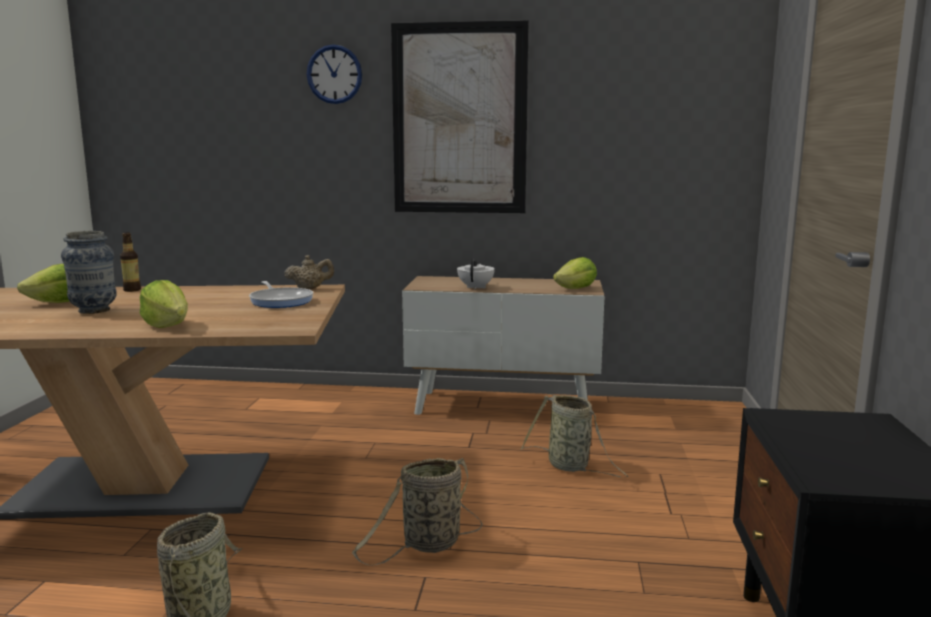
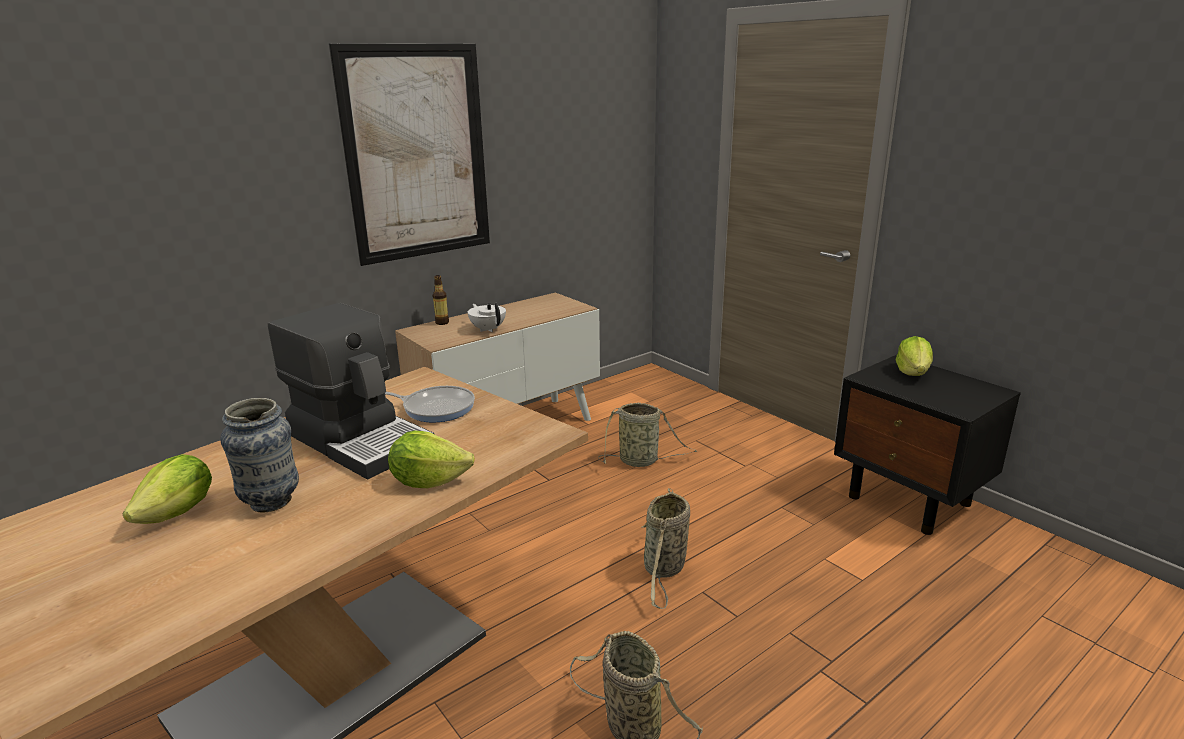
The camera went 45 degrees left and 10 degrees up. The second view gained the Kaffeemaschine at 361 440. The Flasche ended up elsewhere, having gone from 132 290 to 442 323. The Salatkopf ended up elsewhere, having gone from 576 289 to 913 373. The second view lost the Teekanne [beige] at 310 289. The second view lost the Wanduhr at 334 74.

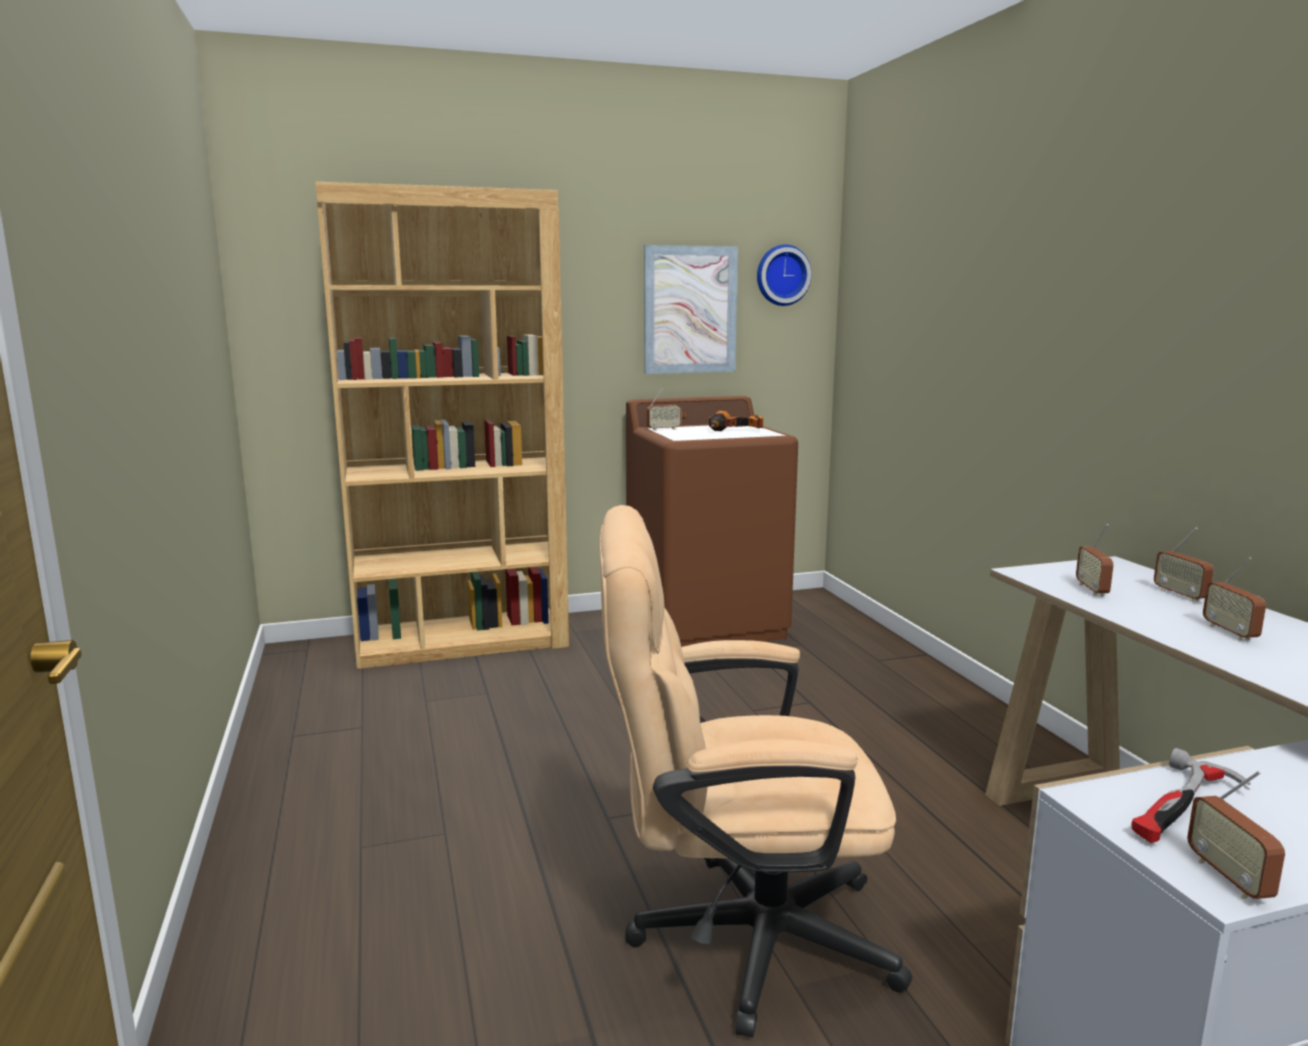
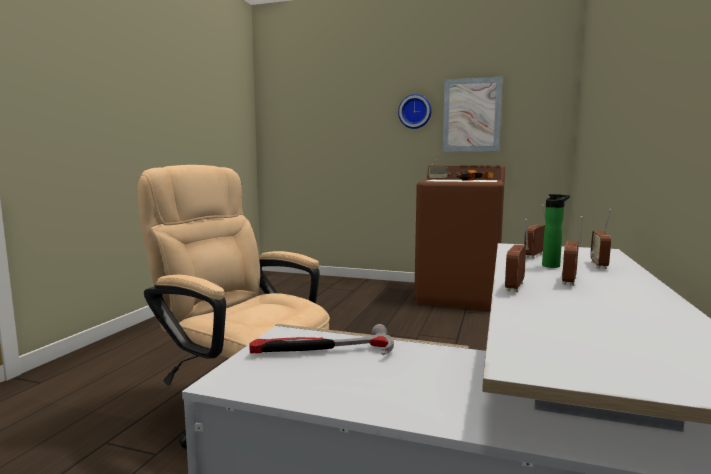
The camera went 35 degrees right and 5 degrees down. The Wanduhr ended up elsewhere, having gone from 781 275 to 415 111. The Radio ended up elsewhere, having gone from 1228 878 to 515 287. The second view gained the Flasche at 552 265. The second view lost the Bücherregal [braun] at 462 642.

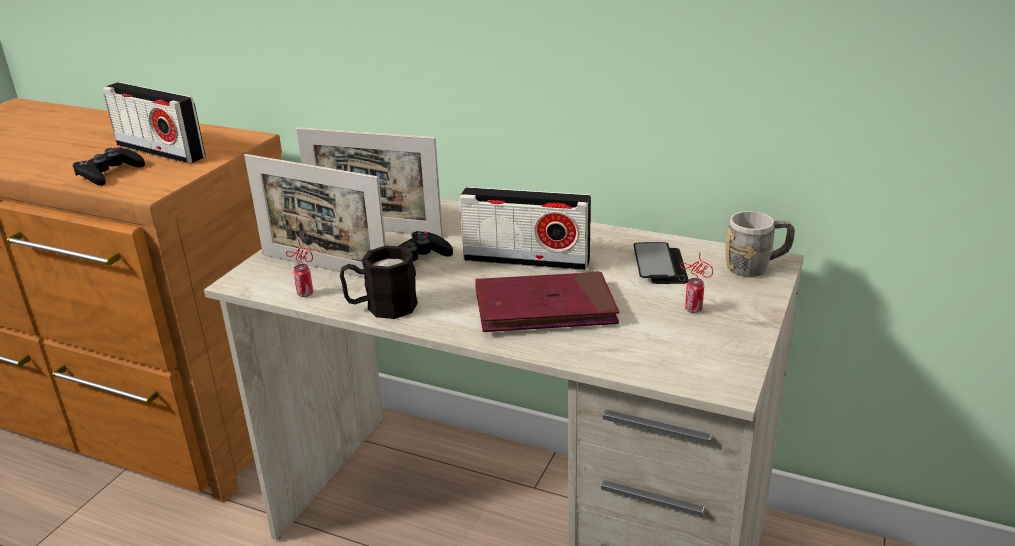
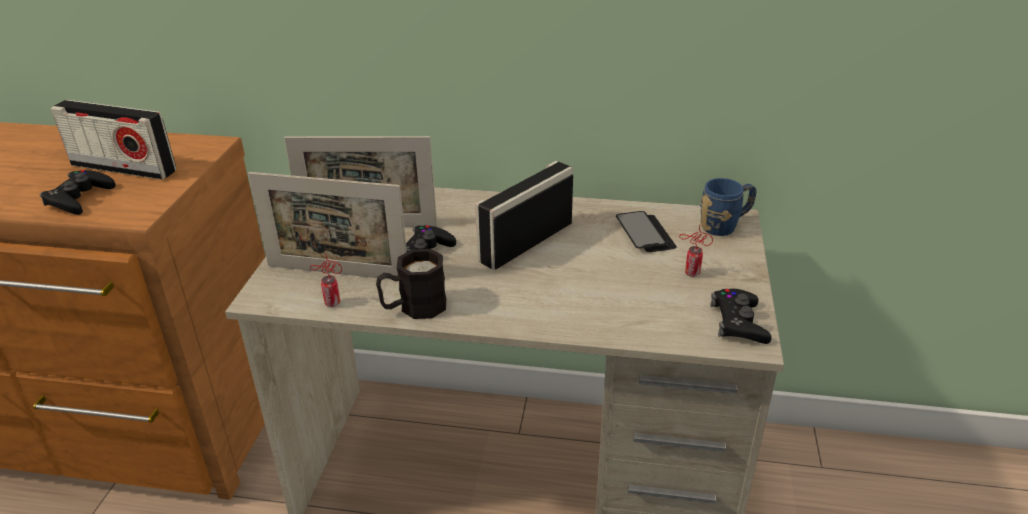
The camera went 15 degrees left and 5 degrees up. The Radio at 526 260 ended up facing another way, 135 degrees clockwise from before. What was the Henkelbecher [grau] at 756 267 turned into the Henkelbecher [blau] at 725 225. The second view gained the Gamepad [schwarz] at 738 322. The second view lost the Buch [rot] at 545 308.

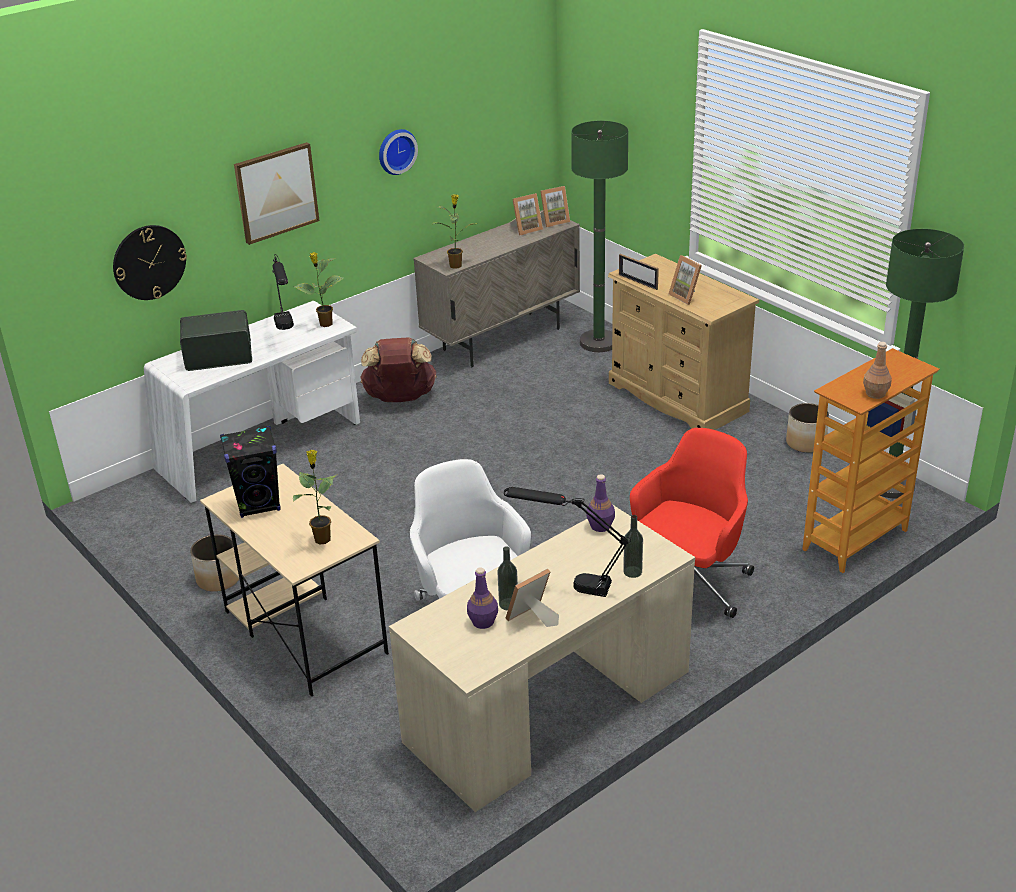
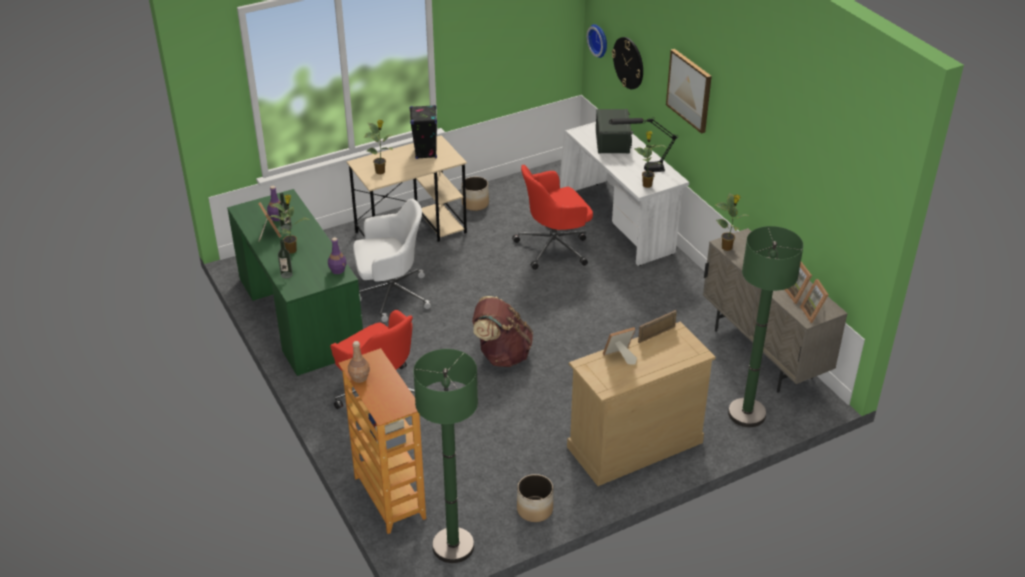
The camera went 100 degrees right and 5 degrees up. What was the Schreibtisch [beige] at 547 706 turned into the Schreibtisch [grün] at 300 314. Where the Tischlampe [schwarz] stood at 567 582, the Topfpflanze came to stand at 292 250. The Rucksack [braun] ended up elsewhere, having gone from 400 398 to 502 355. The second view gained the Bürostuhl [rot] at 554 247. The Wanduhr ended up elsewhere, having gone from 395 151 to 599 40.

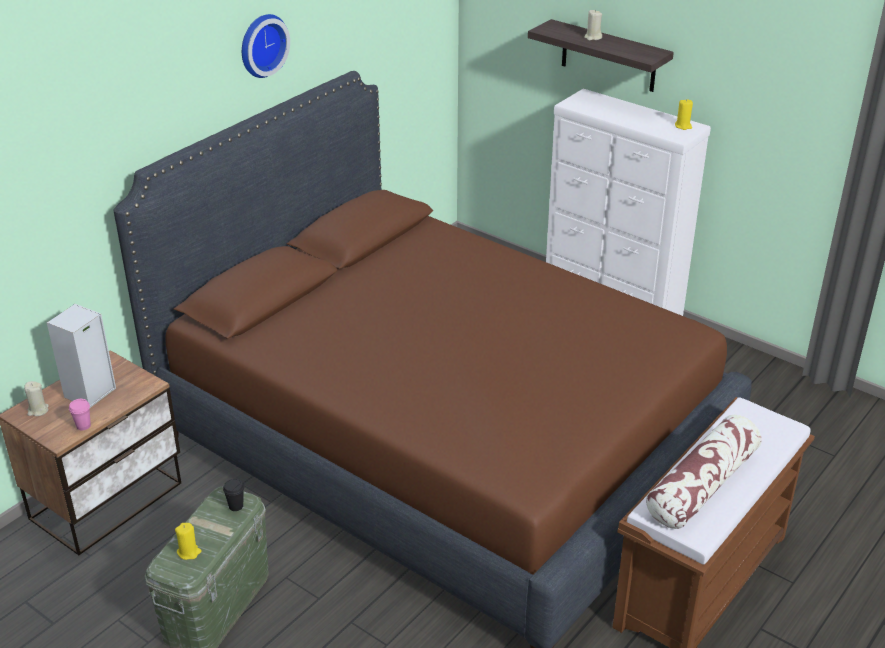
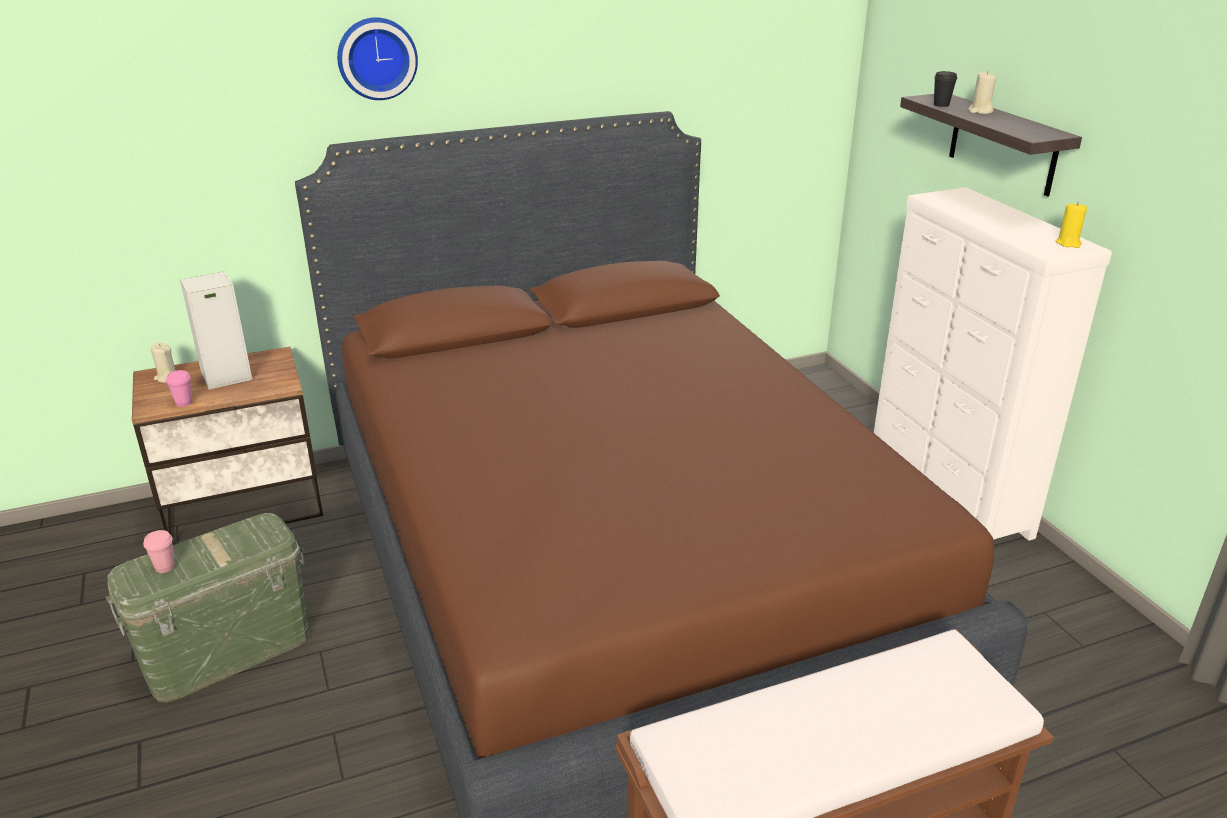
The camera went 30 degrees right and 5 degrees down. Where the Kerze [gelb] stood at 189 552, the Tasse [rosa] came to stand at 165 567. The Wanduhr ended up elsewhere, having gone from 261 44 to 376 58. The Tasse [schwarz] ended up elsewhere, having gone from 236 506 to 941 105. The second view lost the Kissen at 702 485.

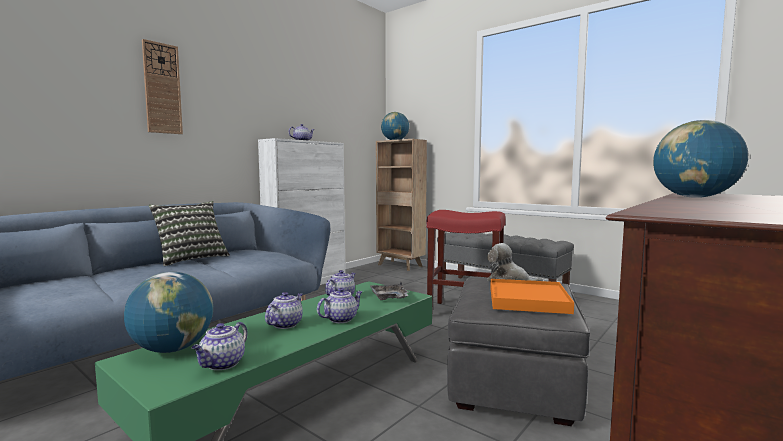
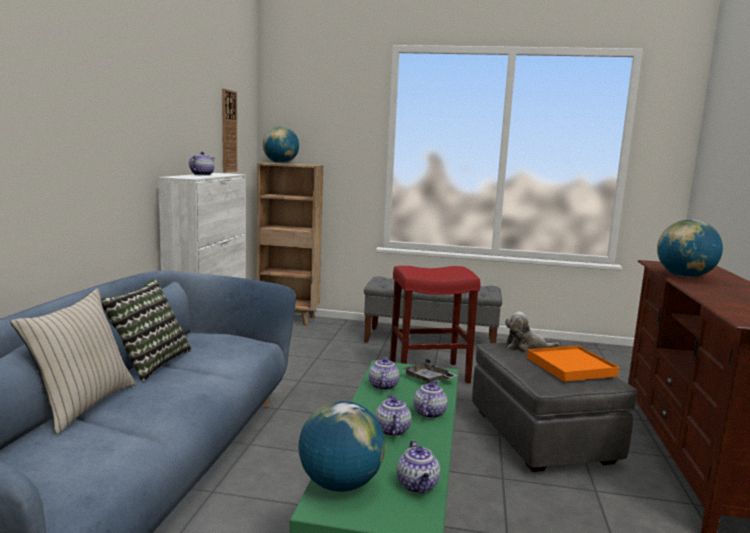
The camera went 30 degrees left and 5 degrees up. The second view gained the Kissen [beige] at 82 405. The Wanduhr ended up elsewhere, having gone from 162 88 to 228 131.

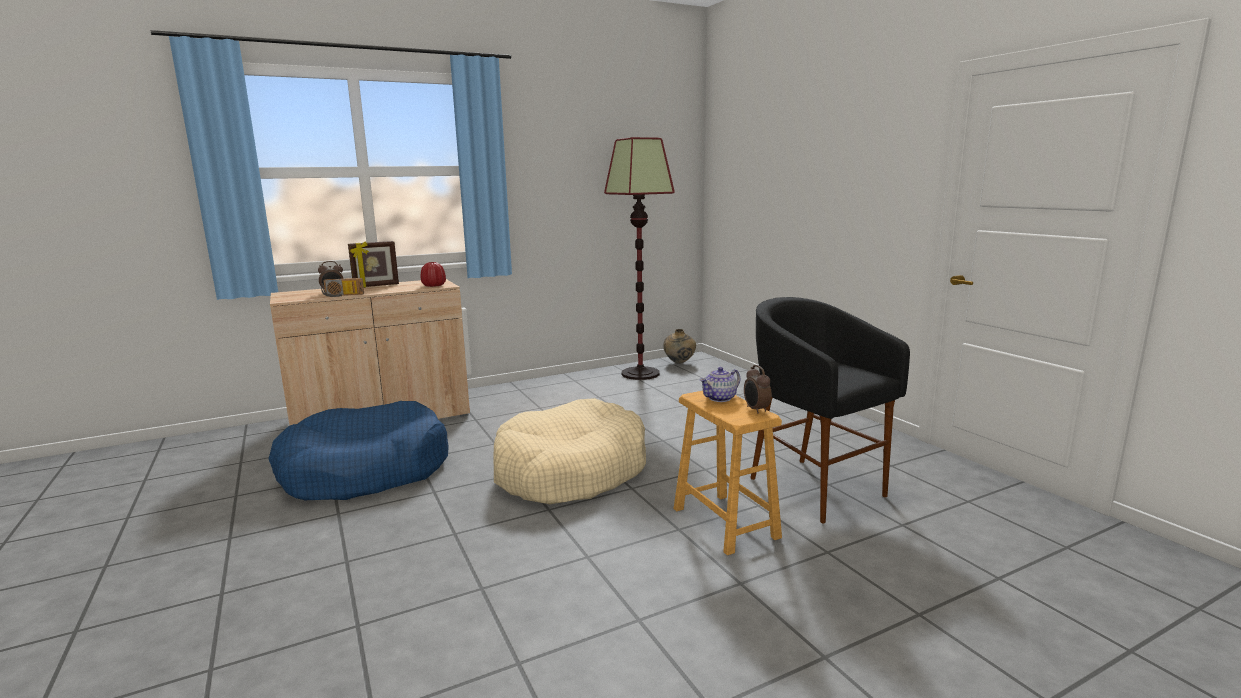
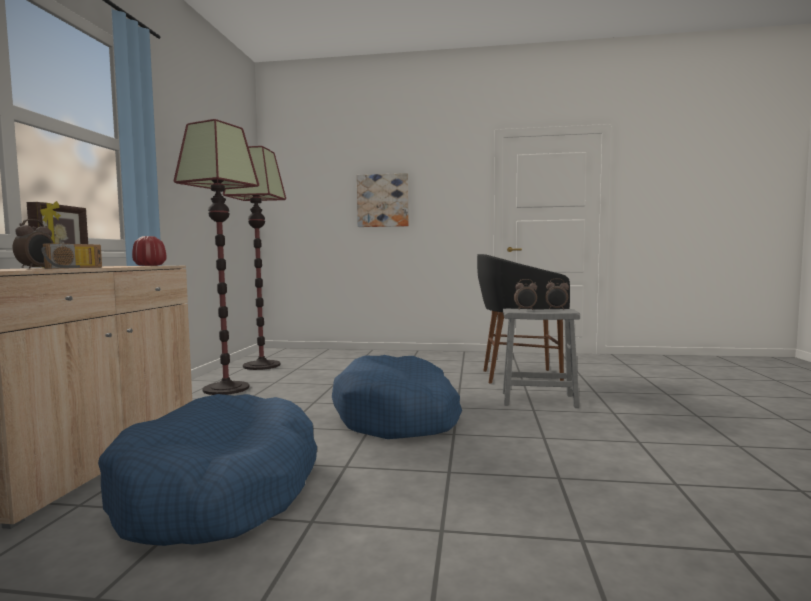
The camera went 55 degrees left and 10 degrees down. The second view gained the Stehlampe at 226 388. What was the Hundebett [beige] at 570 471 turned into the Hundebett [blau] at 398 416. The second view gained the Bild at 383 200. What was the Hocker [braun] at 725 523 turned into the Hocker [grau] at 538 400. Where the Teekanne stood at 720 398, the Wecker came to stand at 525 309. The second view lost the Vase [beige] at 679 363.

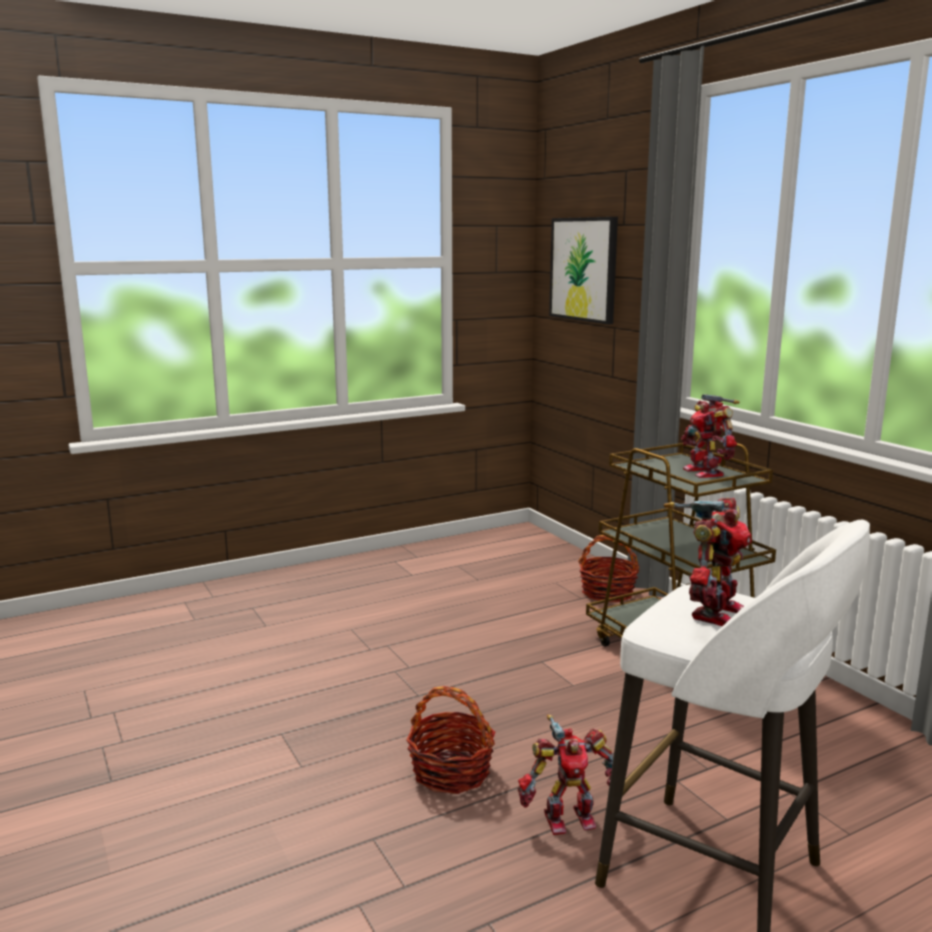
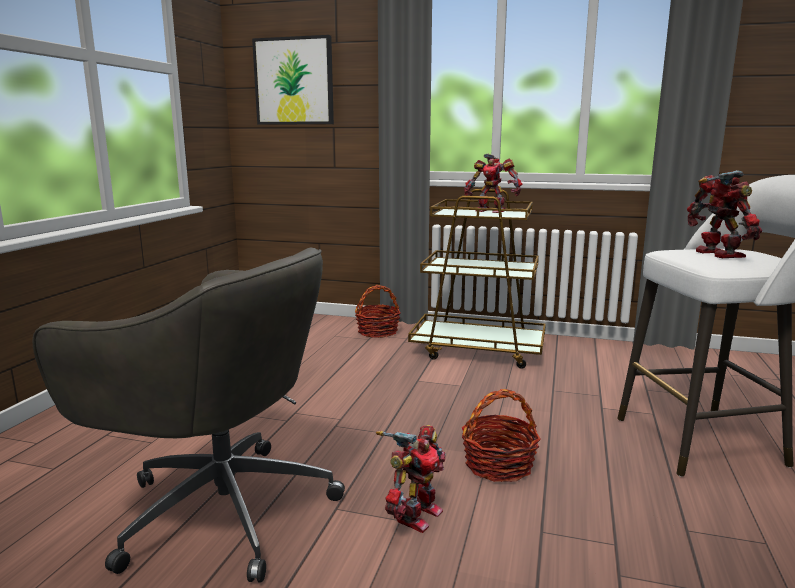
The camera went 45 degrees left and 0 degrees up. The second view gained the Bürostuhl [grau] at 220 508. The Spielzeugroboter ended up elsewhere, having gone from 567 817 to 416 515.

